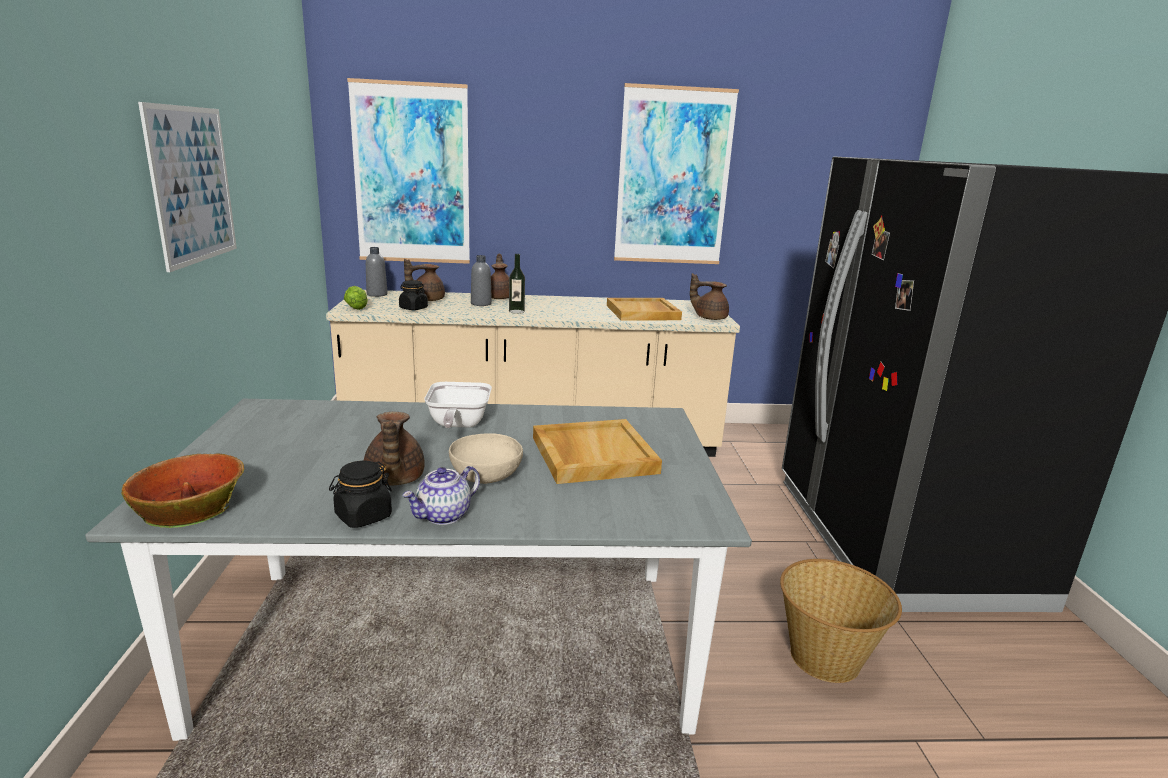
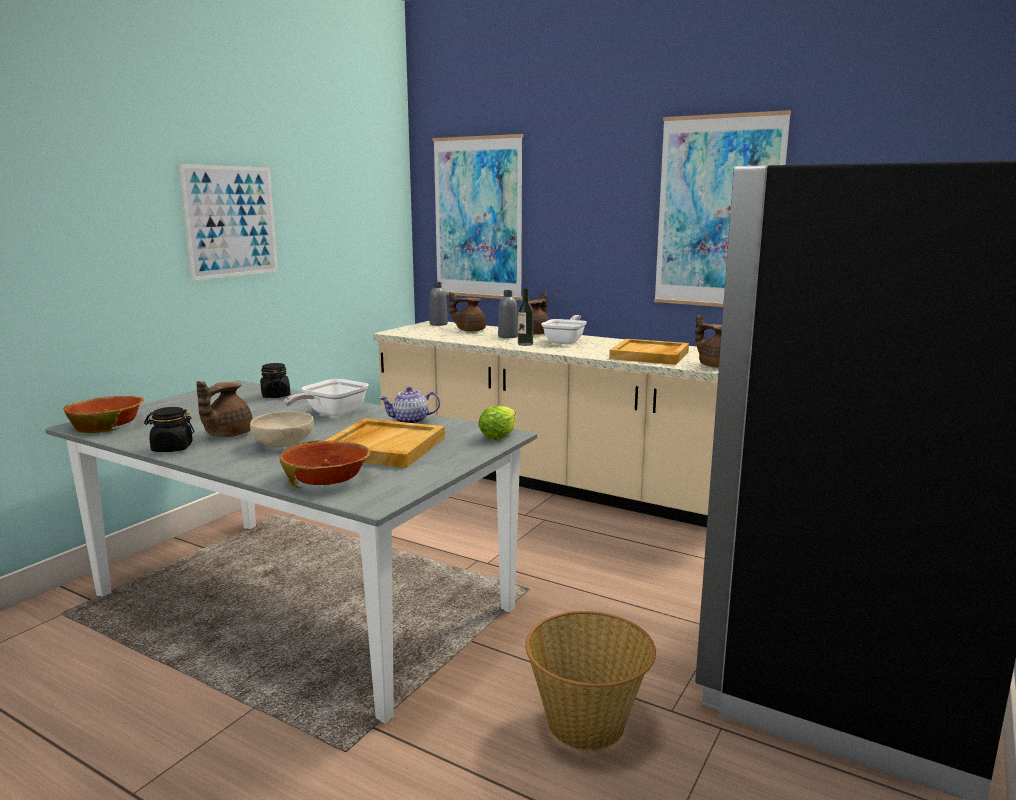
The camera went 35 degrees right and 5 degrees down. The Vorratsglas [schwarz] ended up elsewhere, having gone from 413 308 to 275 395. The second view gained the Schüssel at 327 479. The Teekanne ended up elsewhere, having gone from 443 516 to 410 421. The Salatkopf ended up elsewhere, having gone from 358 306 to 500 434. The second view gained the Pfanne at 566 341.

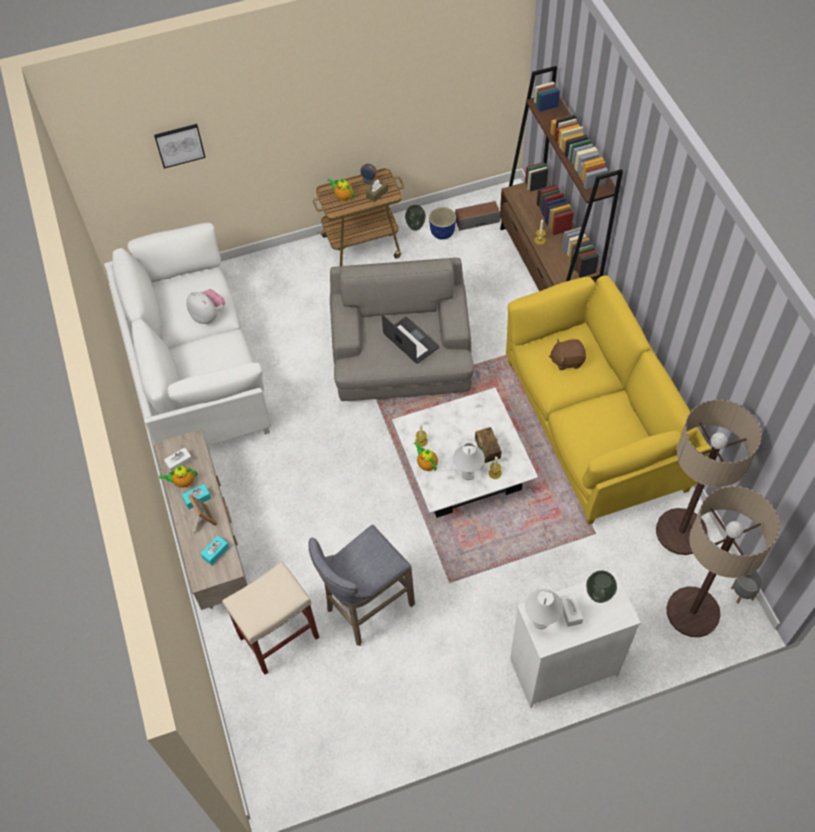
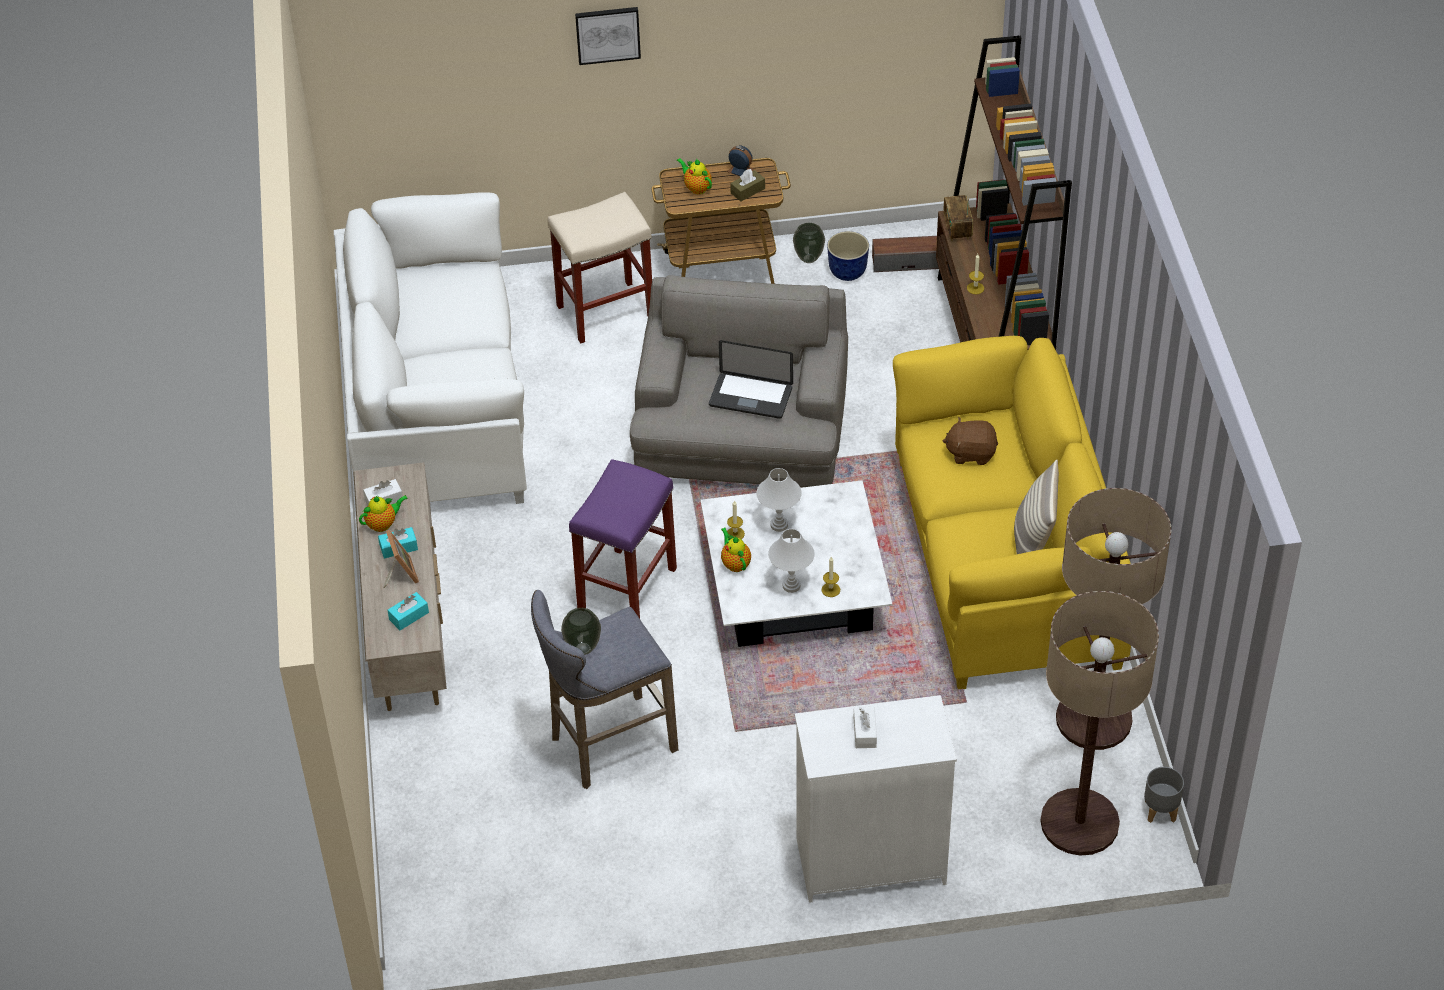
The camera went 10 degrees right and 10 degrees down. The Teekanne at 183 482 ended up facing another way, 150 degrees clockwise from before. The Hocker [beige] ended up elsewhere, having gone from 279 636 to 606 311. The Vase ended up elsewhere, having gone from 598 595 to 582 649. The second view gained the Hocker [lila] at 627 587. The Bild ended up elsewhere, having gone from 179 145 to 607 34. The Laptop at 411 341 ended up facing another way, 135 degrees clockwise from before. The Tischlampe [weiß] ended up elsewhere, having gone from 541 622 to 779 525. The Radio ended up elsewhere, having gone from 487 451 to 957 229. The second view gained the Kissen at 1033 541. The second view lost the Plüschtier at 208 315.

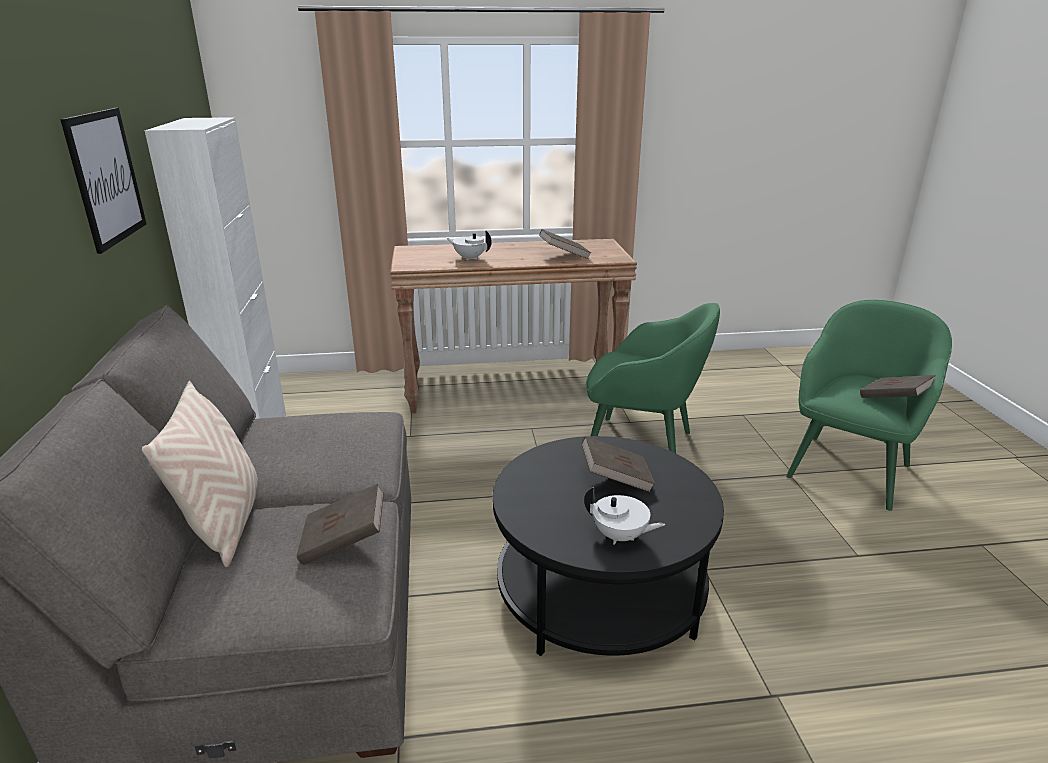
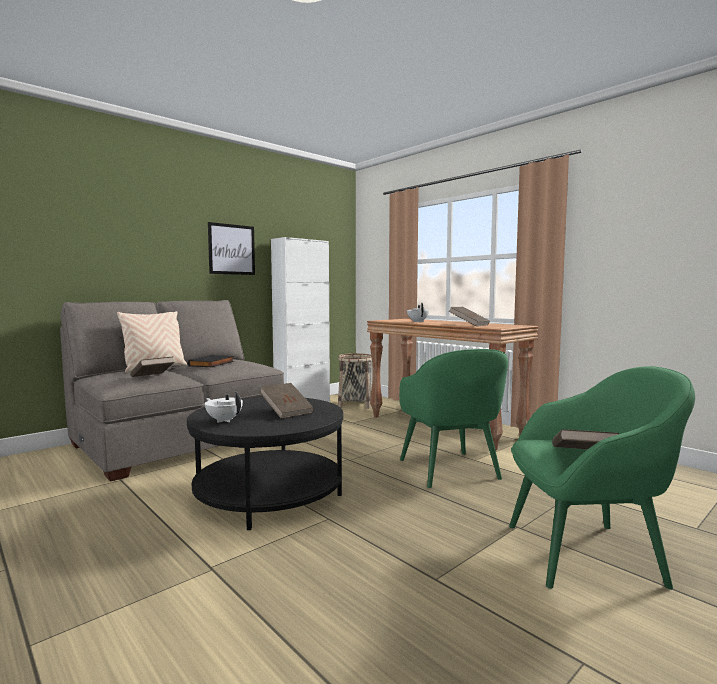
The camera went 55 degrees right and 20 degrees down. The second view gained the Buch [schwarz] at 212 364. The Teekanne [weiß] at 620 536 ended up facing another way, 135 degrees clockwise from before. The second view gained the Korb at 355 404.

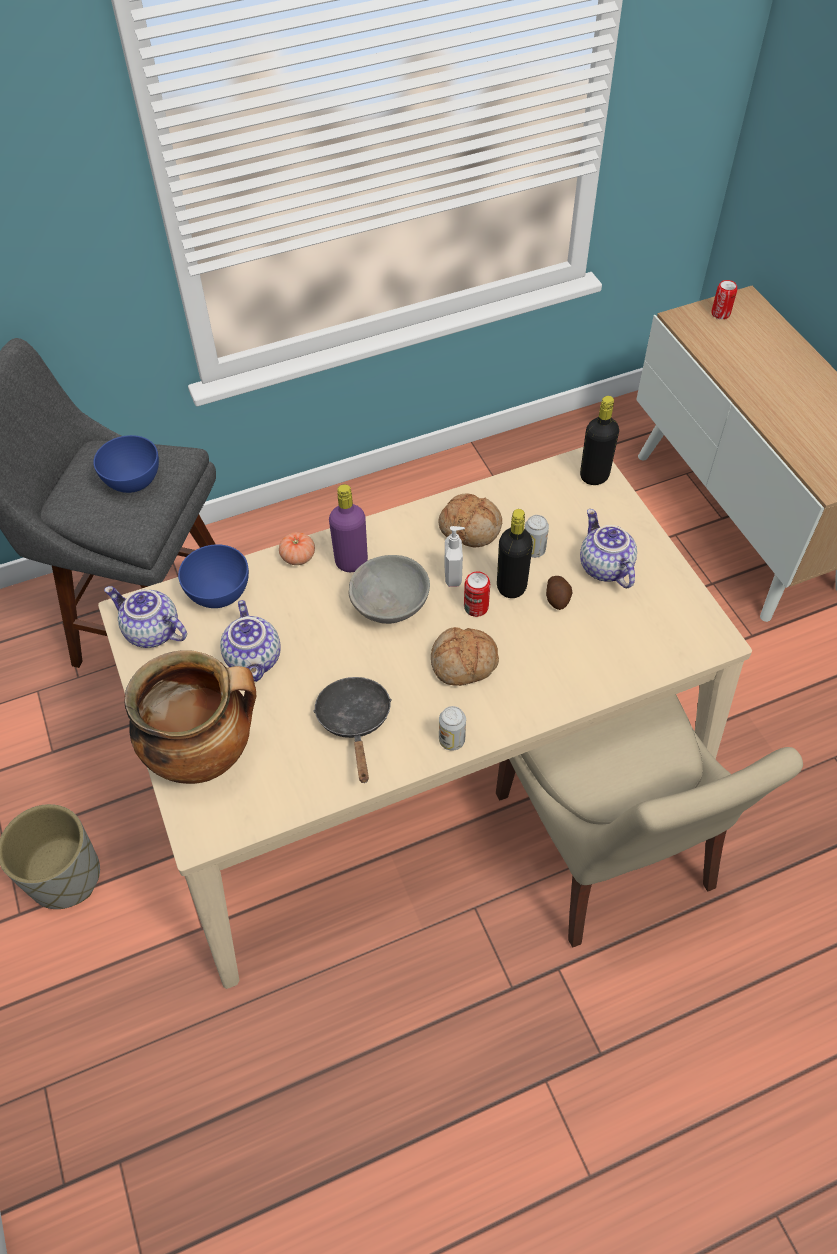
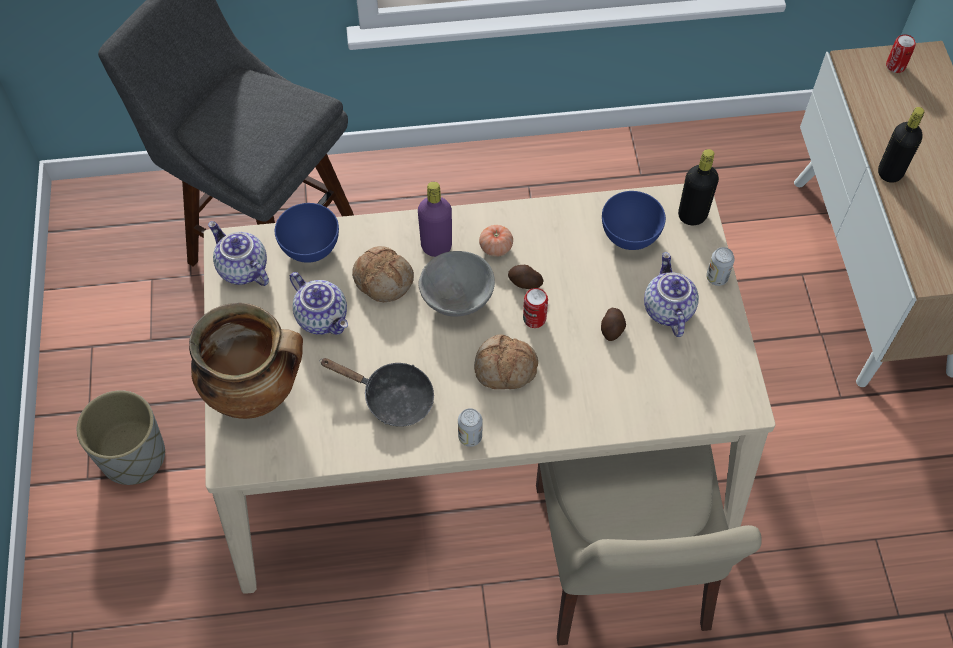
The camera went 15 degrees right and 5 degrees up. The Teekanne at 255 659 ended up facing another way, 45 degrees counterclockwise from before. The Pfanne [schwarz] at 355 722 ended up facing another way, 105 degrees clockwise from before. The Brot ended up elsewhere, having gone from 470 527 to 384 279. The Tomate ended up elsewhere, having gone from 298 557 to 496 247. Where the Seifenspender stood at 454 576, the Kartoffel came to stand at 524 283. The Schüssel [blau] ended up elsewhere, having gone from 133 482 to 629 236. The Dose ended up elsewhere, having gone from 534 550 to 717 277. The Flasche [schwarz] ended up elsewhere, having gone from 511 586 to 890 172.

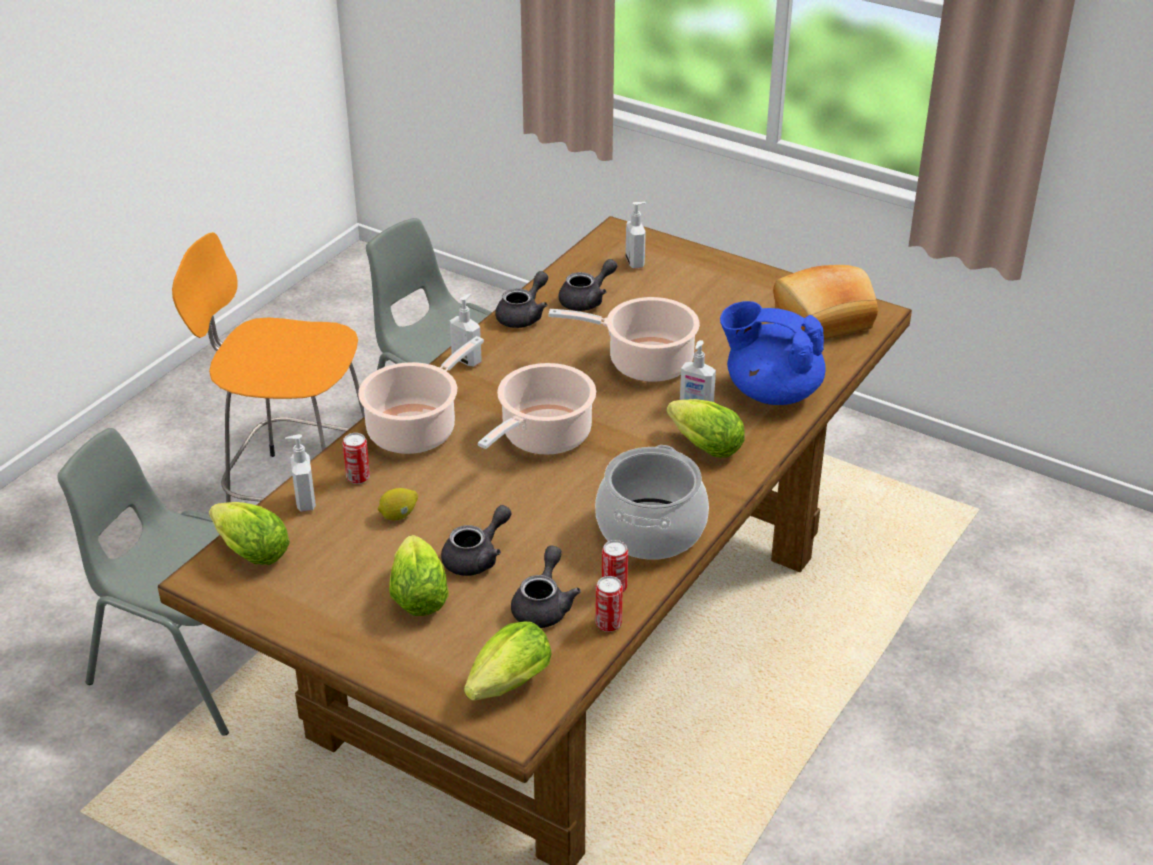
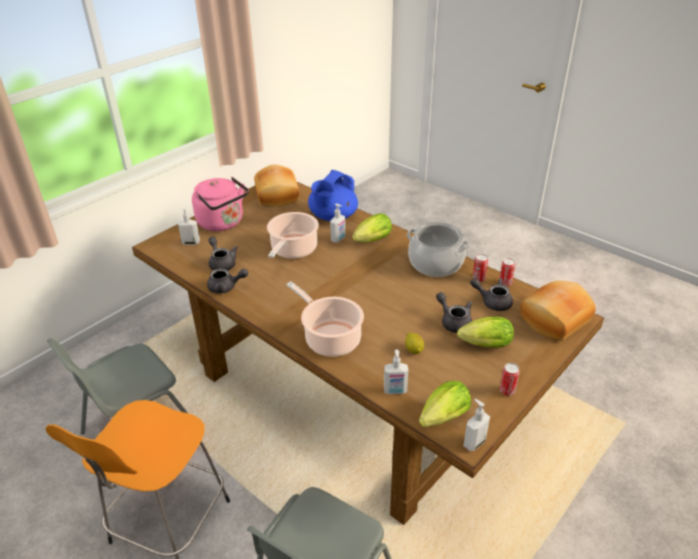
The camera went 80 degrees left and 0 degrees up. The second view gained the Wasserkessel [rosa] at 223 223. The Teekanne [grau] at 524 316 ended up facing another way, 135 degrees clockwise from before. The Seifenspender ended up elsewhere, having gone from 467 360 to 474 442. The Dose ended up elsewhere, having gone from 358 478 to 507 391. Where the Salatkopf stood at 505 687, the Brot came to stand at 553 319. The second view lost the Kochtopf at 543 437.

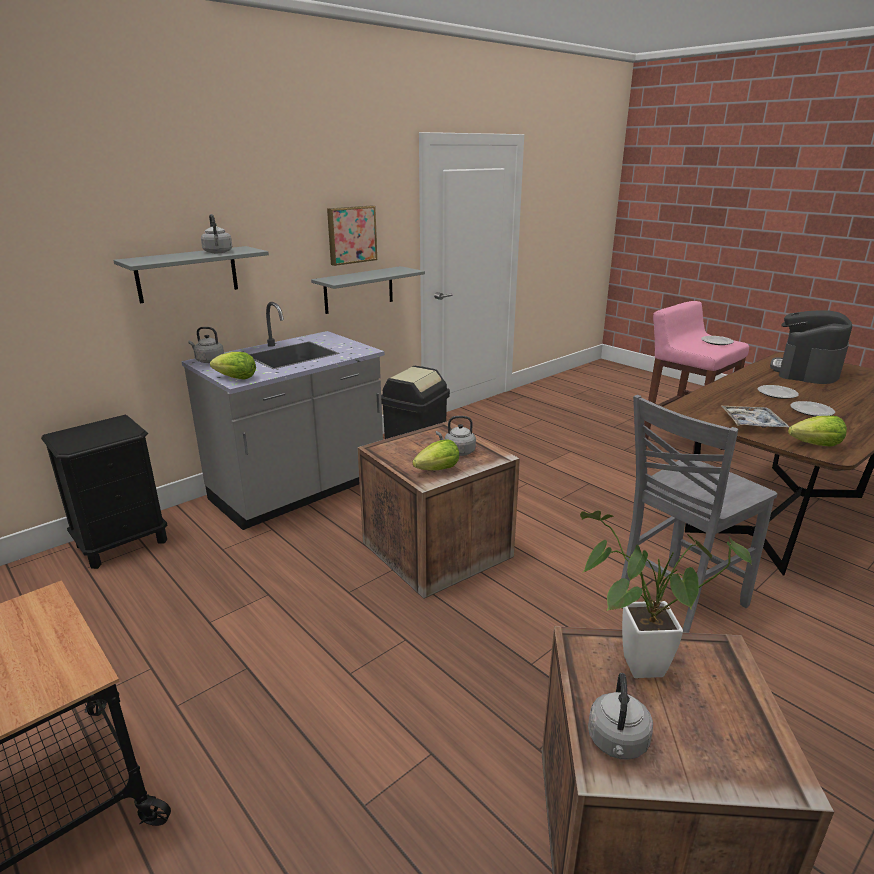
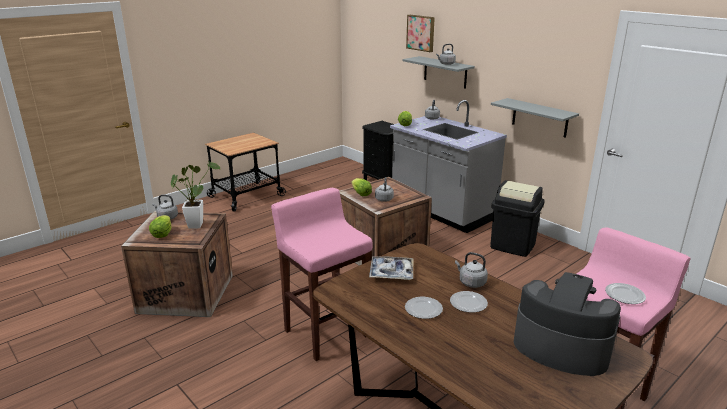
The camera went 90 degrees right and 0 degrees up. The Salatkopf ended up elsewhere, having gone from 816 445 to 162 234. Where the Stuhl [grau] stood at 676 603, the Hocker [rosa] came to stand at 325 333. The Bild ended up elsewhere, having gone from 351 234 to 421 33. The second view gained the Wasserkessel [grau] at 471 282.

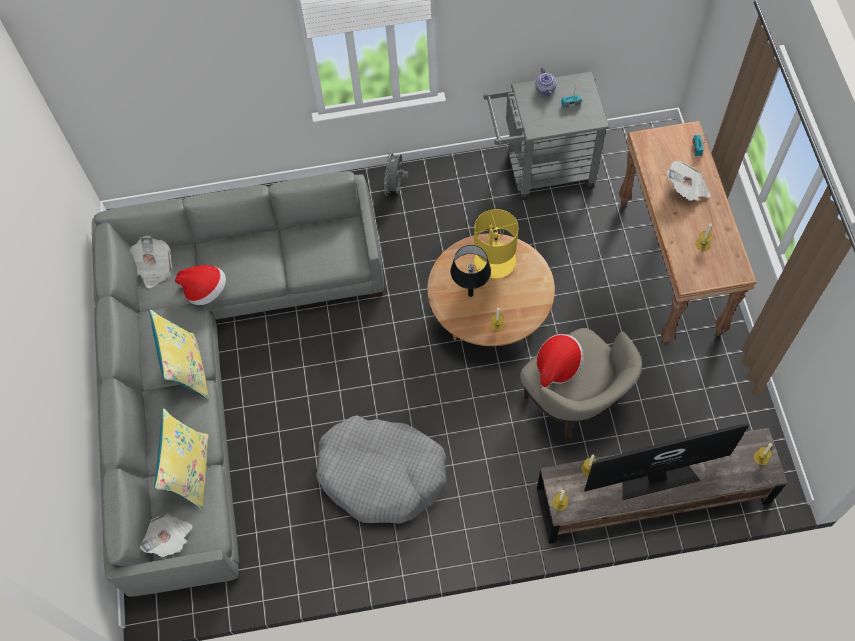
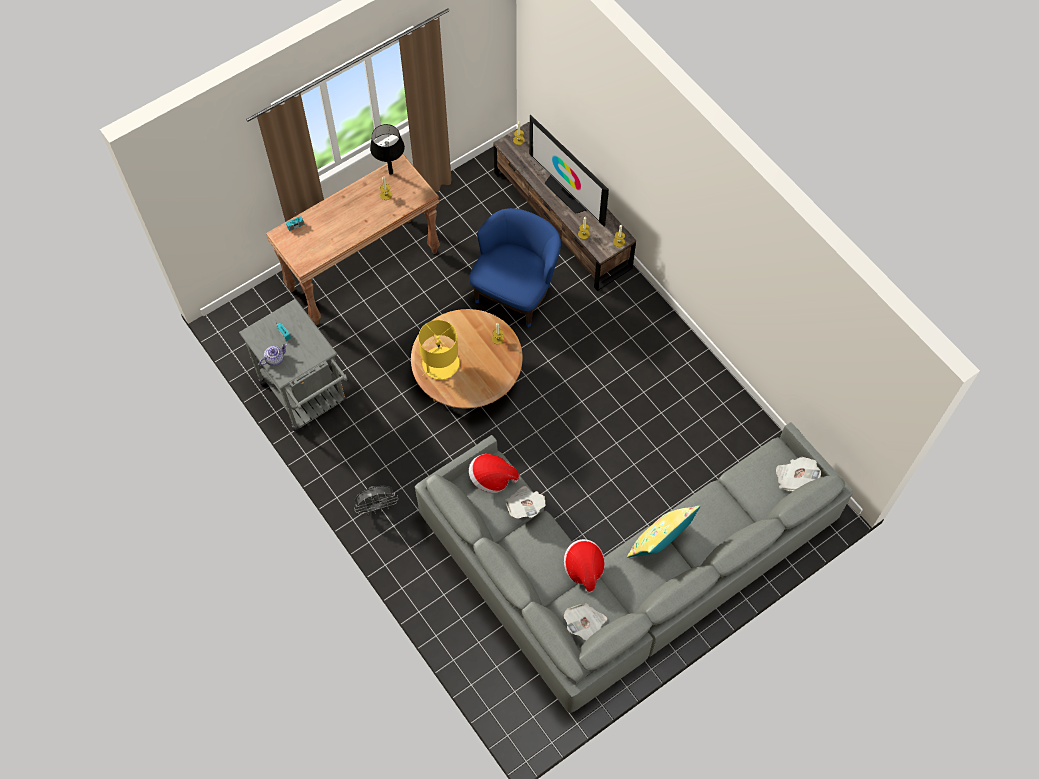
The camera went 120 degrees left and 0 degrees up. The Tischlampe [schwarz] ended up elsewhere, having gone from 470 294 to 390 173. What was the Sessel [beige] at 574 403 turned into the Sessel [blau] at 516 292. The Hut ended up elsewhere, having gone from 557 366 to 491 478. The Zeitung ended up elsewhere, having gone from 687 189 to 525 506. The second view lost the Kissen [gelb] at 191 472. The second view lost the Hundebett [grau] at 382 474.

